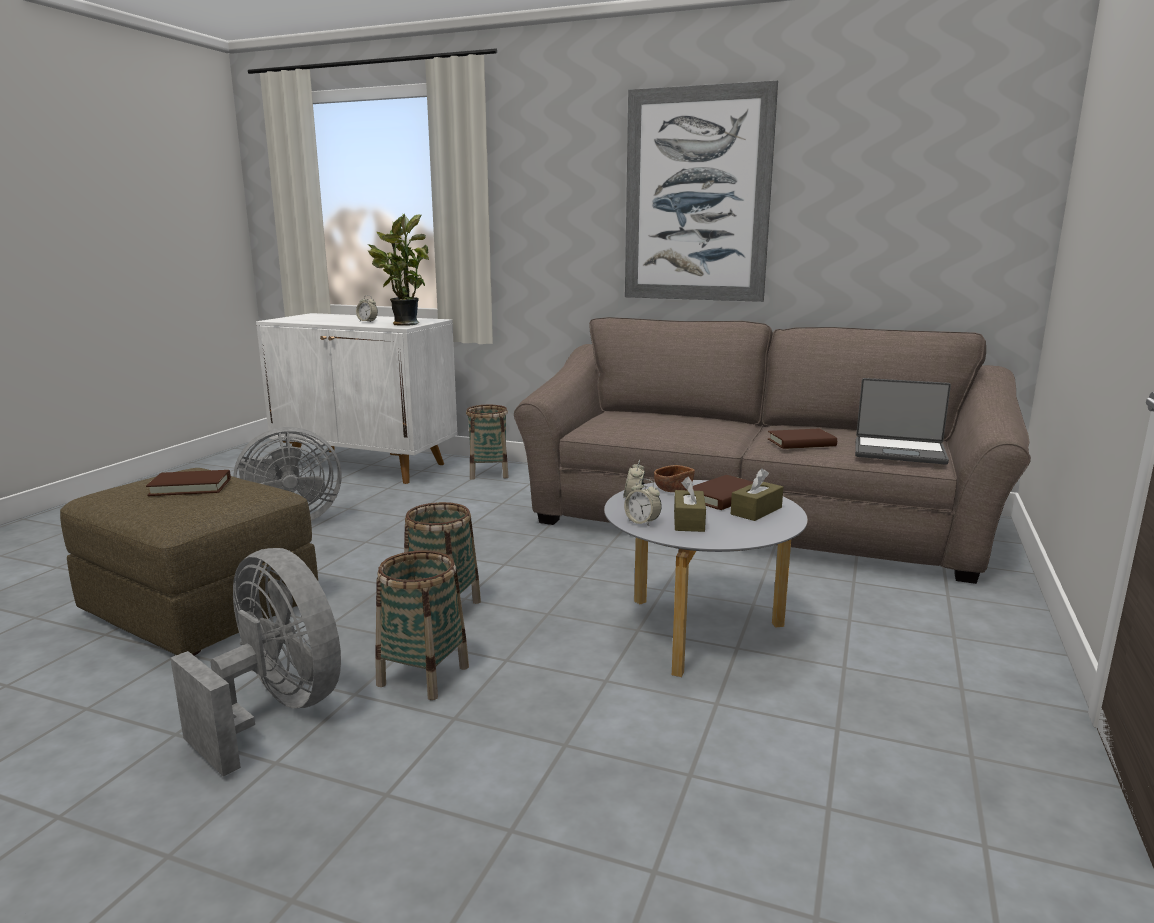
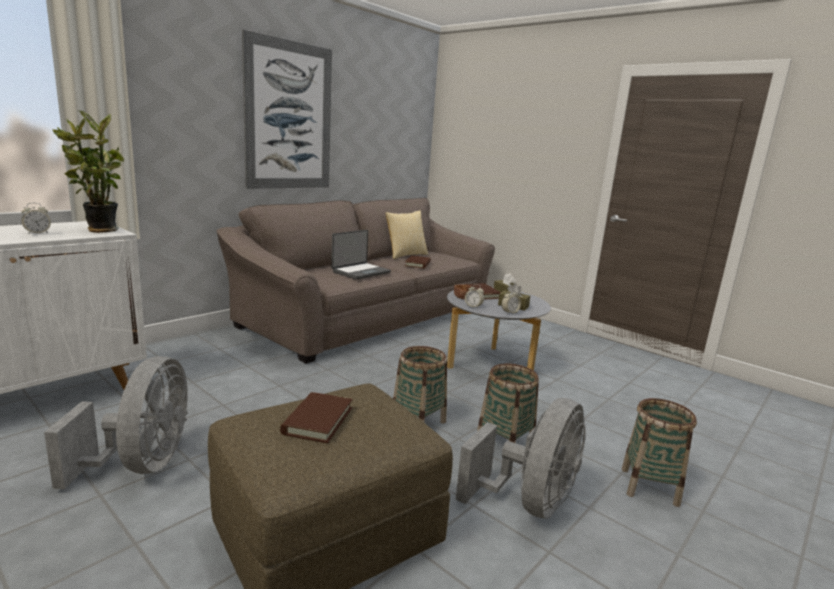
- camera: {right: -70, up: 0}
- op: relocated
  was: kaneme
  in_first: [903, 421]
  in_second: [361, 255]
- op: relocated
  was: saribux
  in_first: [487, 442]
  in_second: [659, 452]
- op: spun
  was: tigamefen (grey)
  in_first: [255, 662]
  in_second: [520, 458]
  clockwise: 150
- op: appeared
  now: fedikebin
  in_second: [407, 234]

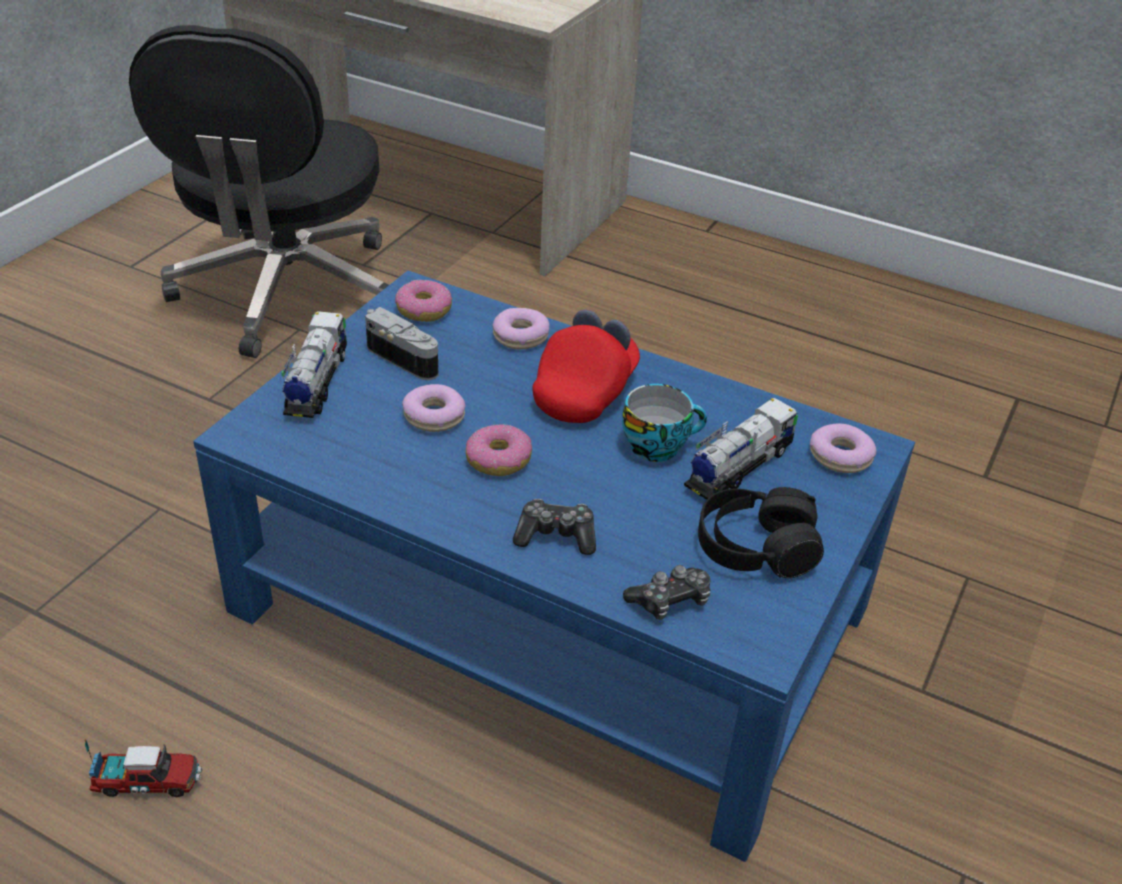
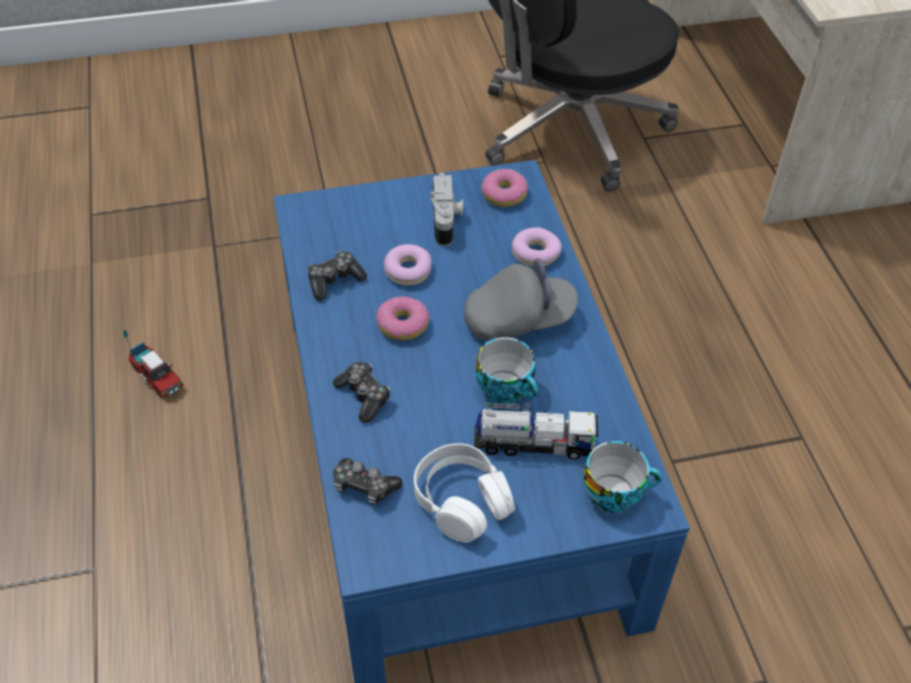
- camera: {right: 50, up: 10}
- op: colour
  was: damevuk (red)
  now: damevuk (grey)
  in_first: [586, 366]
  in_second: [521, 299]
- op: missing
  was: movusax
  in_first: [314, 364]
- op: exchanged
  was: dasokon
  now: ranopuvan
  in_first: [843, 448]
  in_second: [622, 477]
- op: colour
  was: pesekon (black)
  now: pesekon (white)
  in_first: [761, 532]
  in_second: [464, 492]
- op: appeared
  now: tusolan
  in_second: [337, 276]

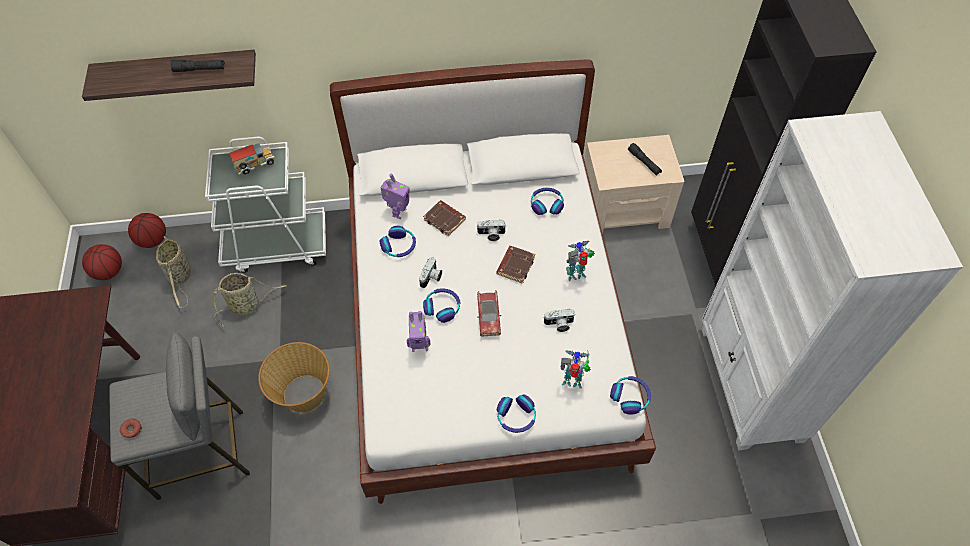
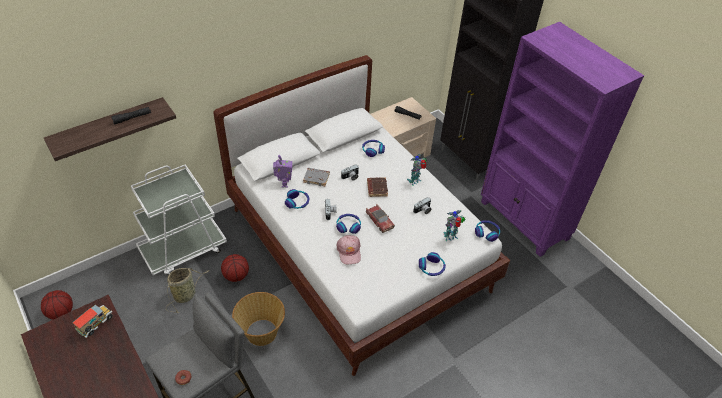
- camera: {right: -30, up: -10}
- op: colour
  was: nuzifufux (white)
  now: nuzifufux (purple)
  in_first: [832, 280]
  in_second: [562, 139]
- op: relocated
  was: movusax
  in_first: [251, 159]
  in_second: [92, 321]
- op: colour
  was: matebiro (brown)
  now: matebiro (grey)
  in_first: [444, 218]
  in_second: [316, 177]
- op: relocated
  was: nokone
  in_first: [147, 230]
  in_second: [235, 268]
- op: missing
  was: saribux
  in_first: [173, 272]
- op: exchanged
  was: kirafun
  now: damevuk (pink)
  in_first: [419, 331]
  in_second: [348, 249]

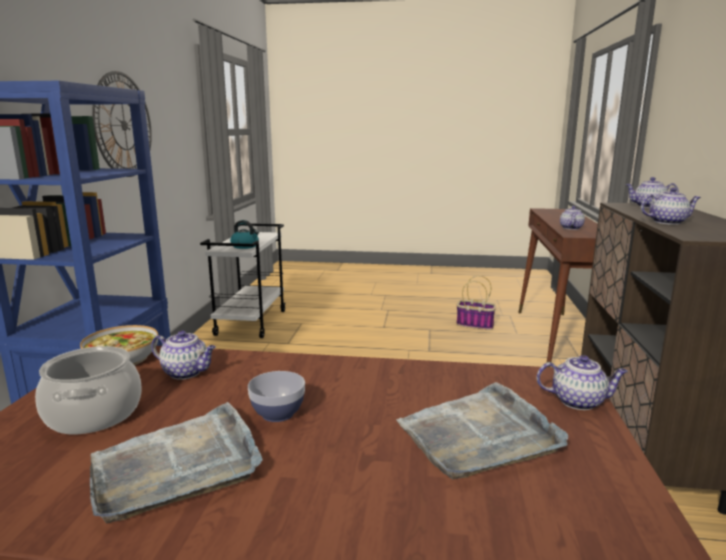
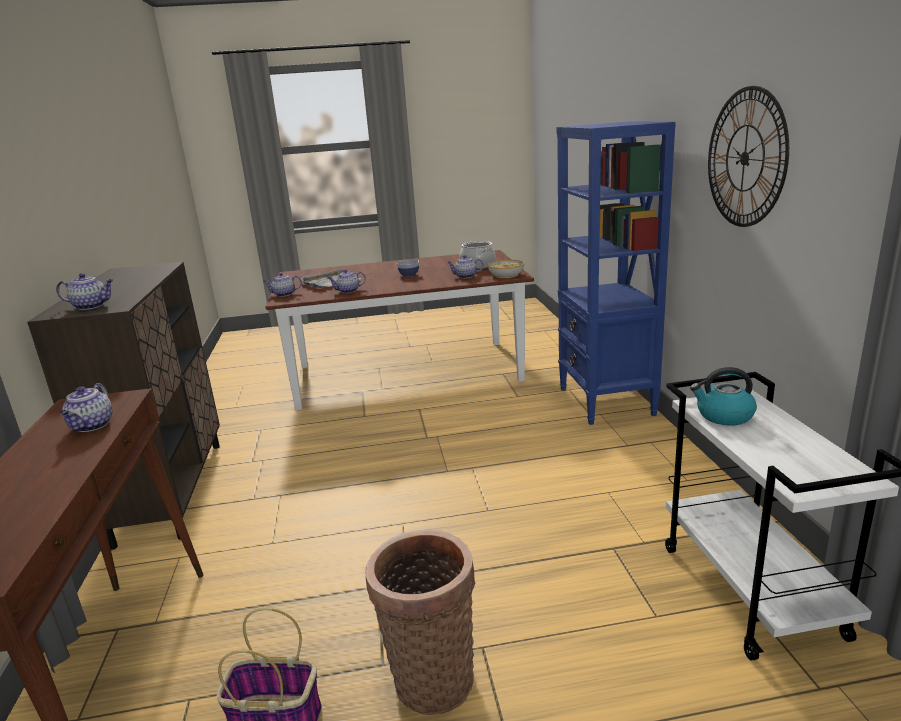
- camera: {right: 165, up: 5}
- op: relocated
  was: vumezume
  in_first: [671, 206]
  in_second: [347, 281]
- op: missing
  was: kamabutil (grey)
  in_first: [176, 463]
- op: appeared
  now: saribux
  in_second: [420, 622]

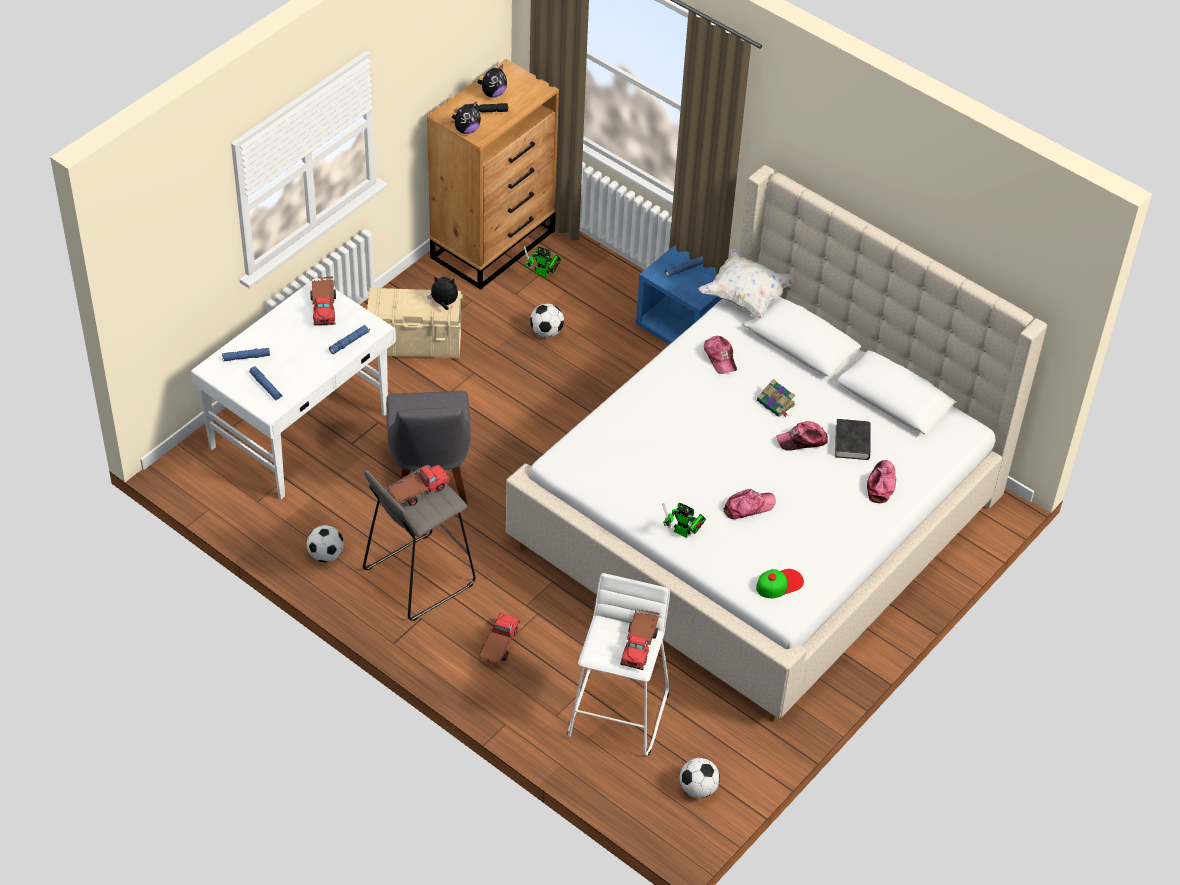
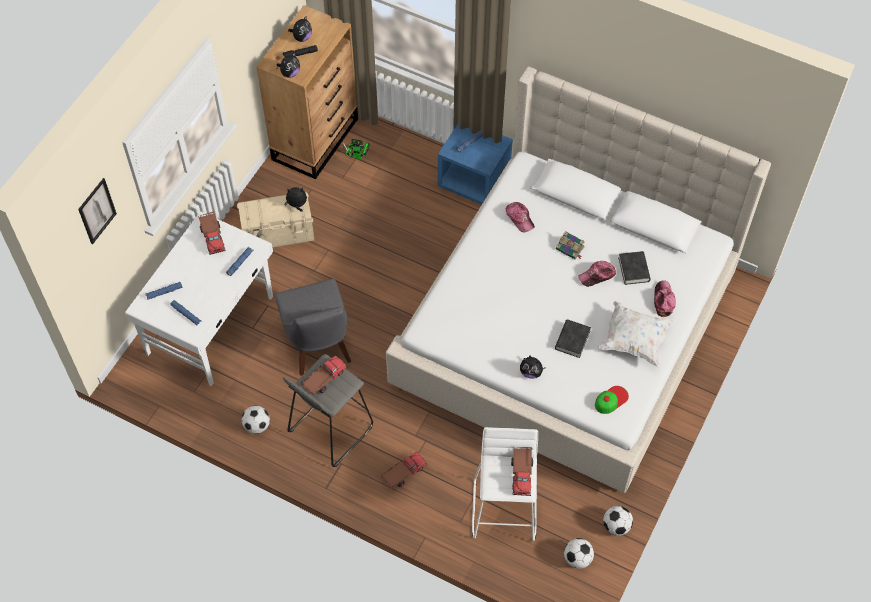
- camera: {right: -10, up: 10}
- op: relocated
  was: fedikebin (white)
  in_first: [746, 284]
  in_second: [636, 334]
- op: relocated
  was: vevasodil
  in_first: [547, 320]
  in_second: [618, 521]
- op: exchanged
  was: damevuk
  now: matebiro (black)
  in_first: [749, 504]
  in_second: [573, 338]
- op: exchanged
  was: kirafun
  now: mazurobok
  in_first: [684, 520]
  in_second: [533, 367]
- op: spun
  was: movusax
  in_first: [499, 638]
  in_second: [404, 470]
  clockwise: 45
- op: appeared
  now: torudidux
  in_second: [97, 211]

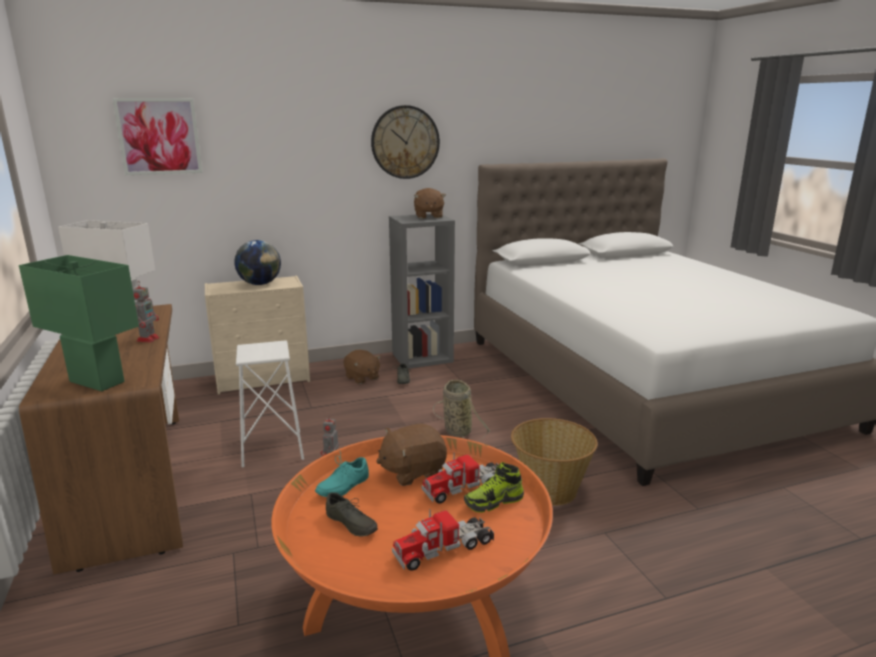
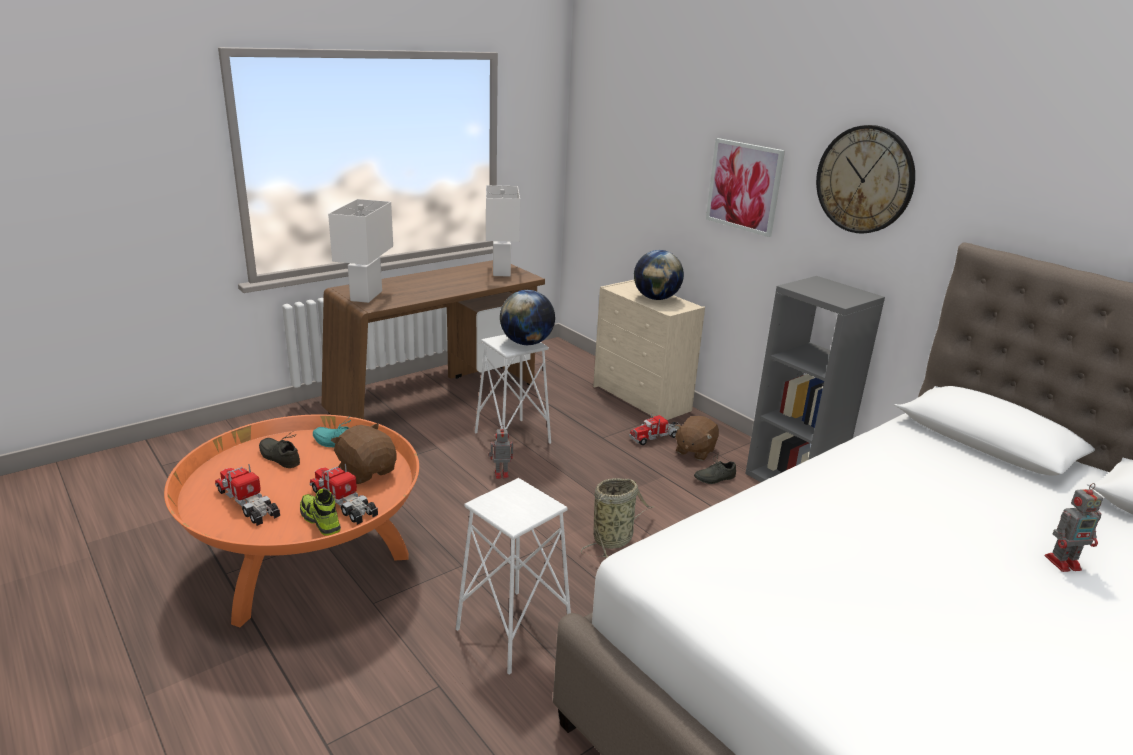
- camera: {right: 70, up: 5}
- op: relocated
  was: torudidux
  in_first: [157, 136]
  in_second: [745, 187]
- op: missing
  was: mazurobok (brown)
  in_first: [430, 203]
- op: colour
  was: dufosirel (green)
  now: dufosirel (white)
  in_first: [79, 323]
  in_second: [360, 251]
- op: relocated
  was: kirafun
  in_first: [146, 312]
  in_second: [1073, 527]
- op: exchanged
  was: saribux
  now: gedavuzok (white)
  in_first: [554, 462]
  in_second: [513, 576]
- op: spun
  was: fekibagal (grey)
  in_first: [352, 514]
  in_second: [279, 449]
  clockwise: 105
- op: appeared
  now: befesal
  in_second: [527, 317]
- op: appeared
  now: movusax
  in_second: [654, 429]

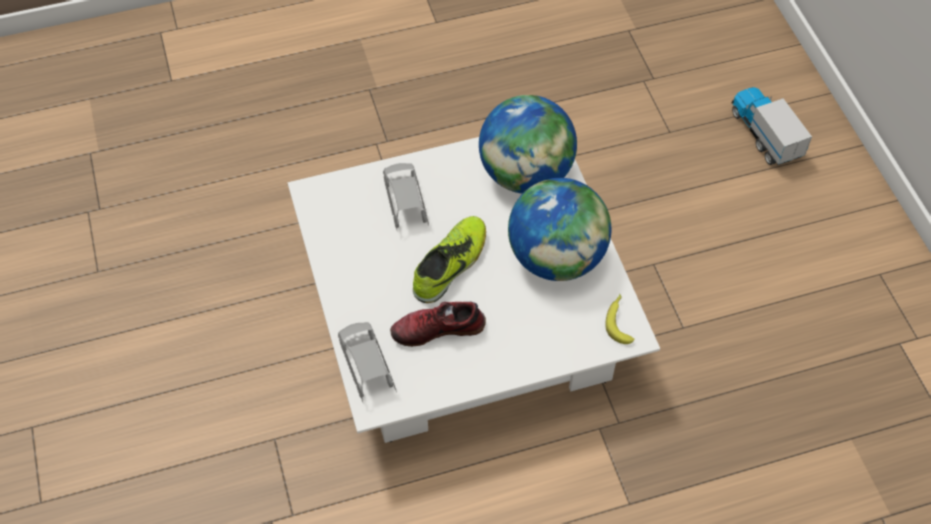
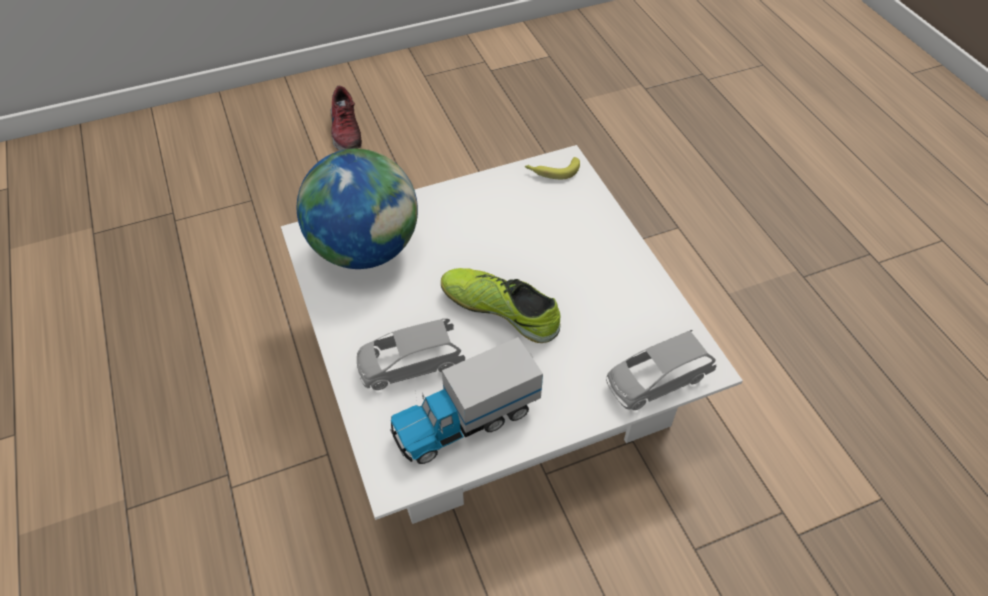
- camera: {right: -95, up: -5}
- op: relocated
  was: movusax
  in_first: [772, 126]
  in_second: [466, 400]
- op: missing
  was: befesal
  in_first: [559, 229]
- op: relocated
  was: fekibagal
  in_first: [438, 324]
  in_second: [346, 118]

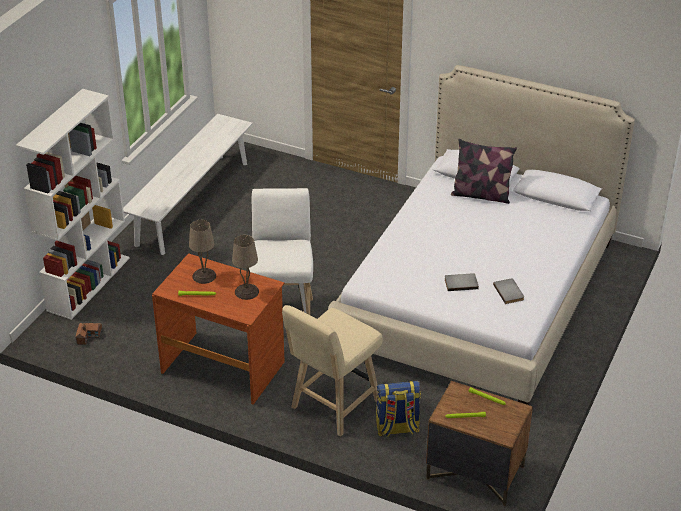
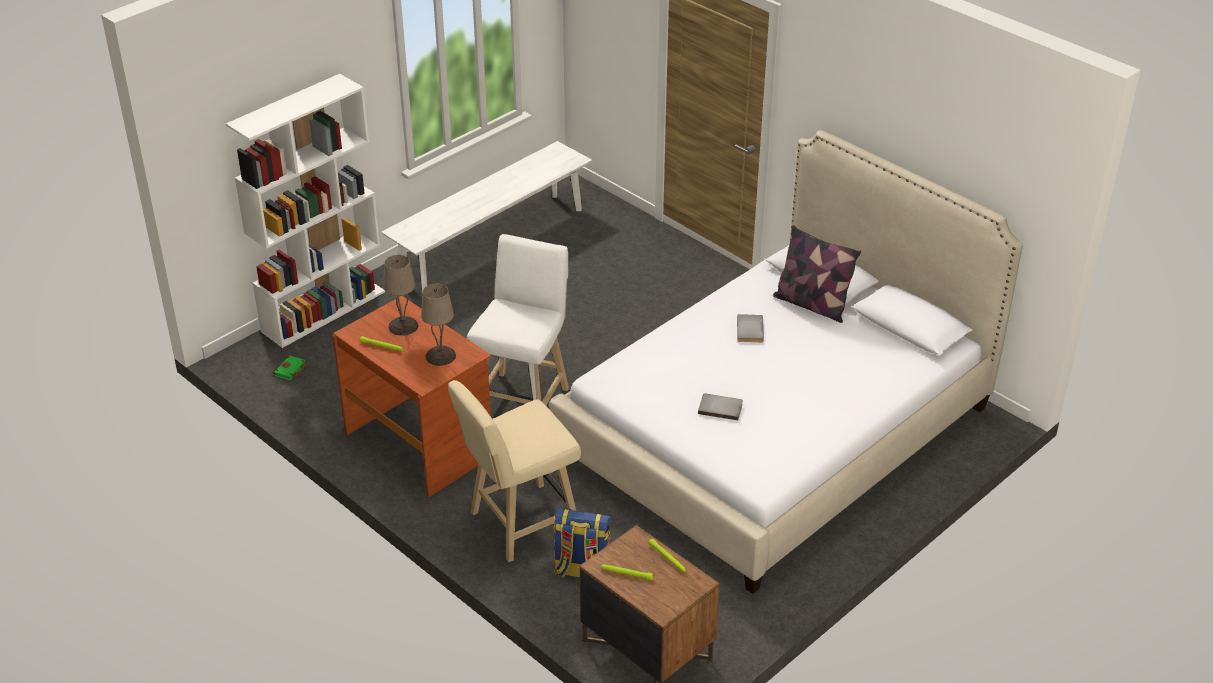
- camera: {right: 20, up: 0}
- op: relocated
  was: matebiro (grey)
  in_first: [508, 291]
  in_second: [750, 328]
- op: exchanged
  was: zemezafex
  now: matebiro (green)
  in_first: [88, 334]
  in_second: [290, 367]

